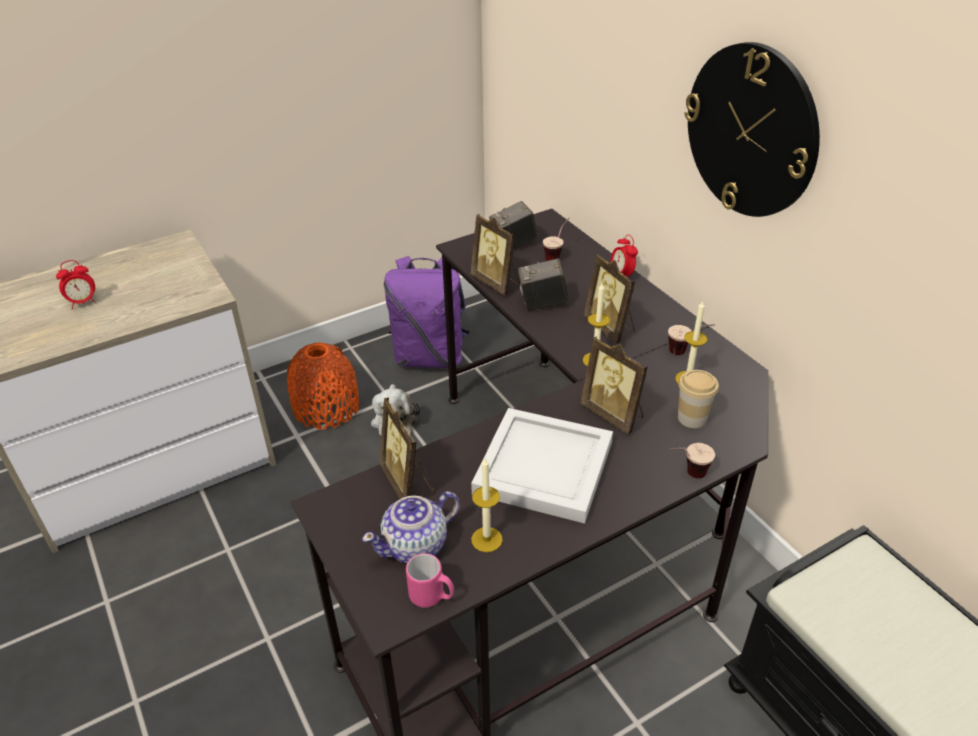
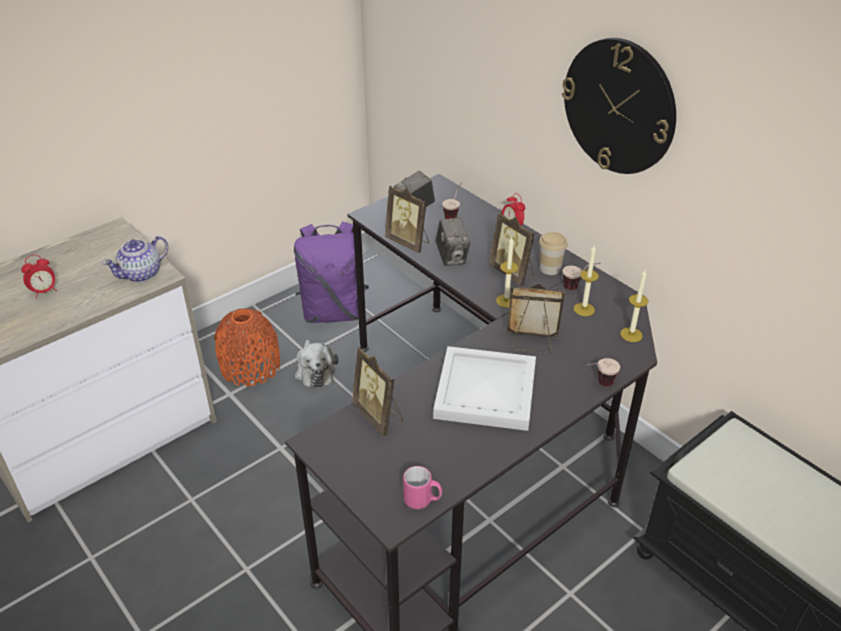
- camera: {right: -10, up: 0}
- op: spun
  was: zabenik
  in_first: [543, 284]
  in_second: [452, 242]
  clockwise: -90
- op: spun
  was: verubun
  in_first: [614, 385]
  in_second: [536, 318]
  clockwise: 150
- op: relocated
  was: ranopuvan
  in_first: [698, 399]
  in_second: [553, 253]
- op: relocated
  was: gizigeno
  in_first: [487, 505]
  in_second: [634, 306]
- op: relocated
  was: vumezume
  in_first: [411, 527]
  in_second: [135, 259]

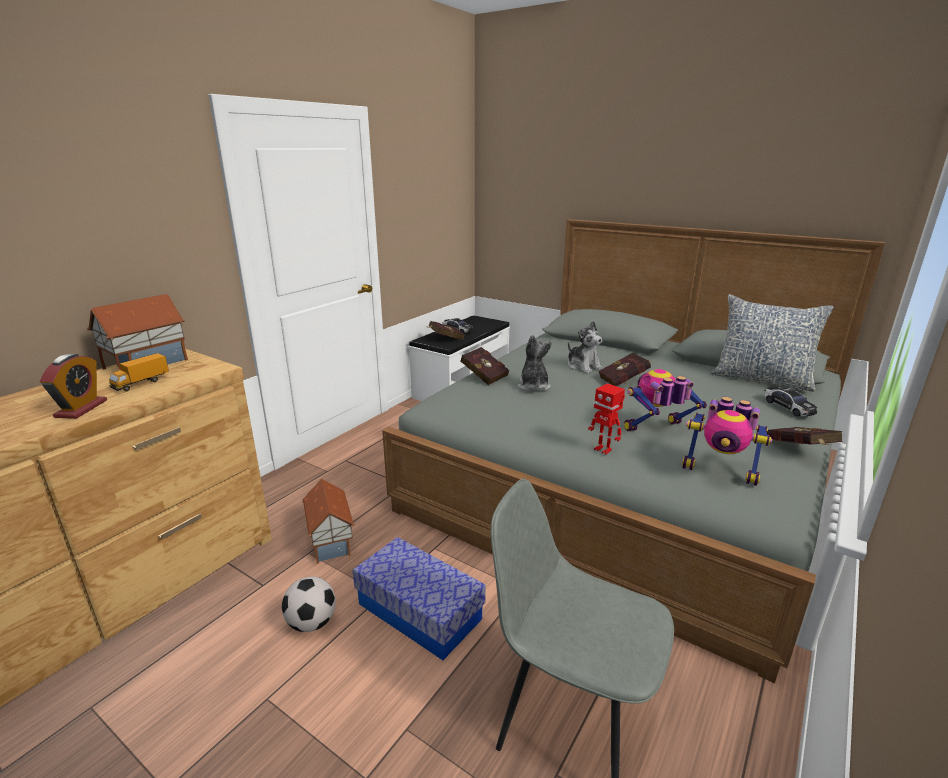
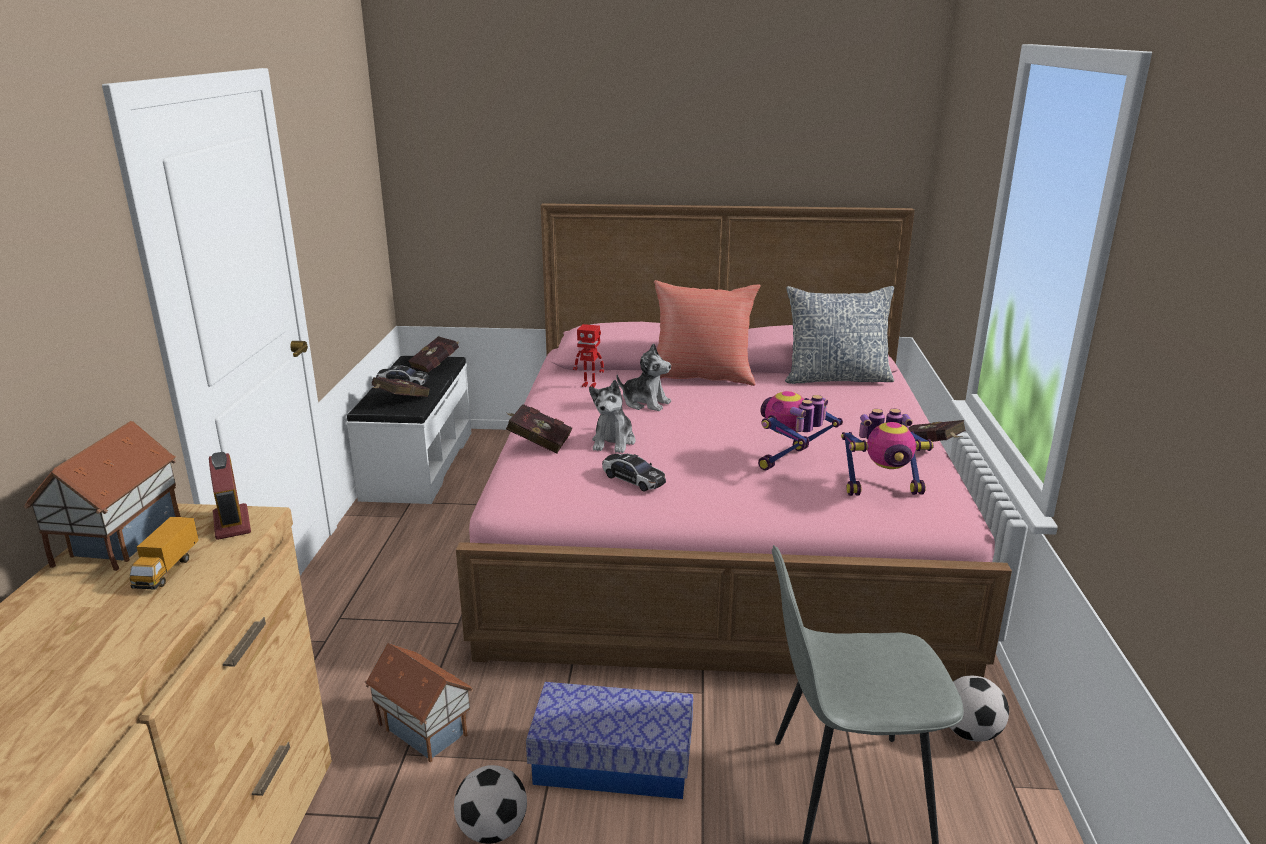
- camera: {right: -30, up: 0}
- op: colour
  was: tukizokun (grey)
  now: tukizokun (pink)
  in_first: [633, 451]
  in_second: [734, 442]
- op: spun
  was: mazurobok
  in_first: [535, 363]
  in_second: [612, 416]
  clockwise: -135
- op: relocated
  was: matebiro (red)
  in_first: [625, 369]
  in_second: [433, 354]
- op: relocated
  was: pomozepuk
  in_first: [73, 386]
  in_second: [230, 496]
- op: relocated
  was: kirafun
  in_first: [606, 419]
  in_second: [588, 356]
- op: relocated
  was: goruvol
  in_first: [790, 402]
  in_second: [634, 473]
- op: appeared
  now: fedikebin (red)
  in_second: [707, 333]
- op: appeared
  now: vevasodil
  in_second: [979, 709]

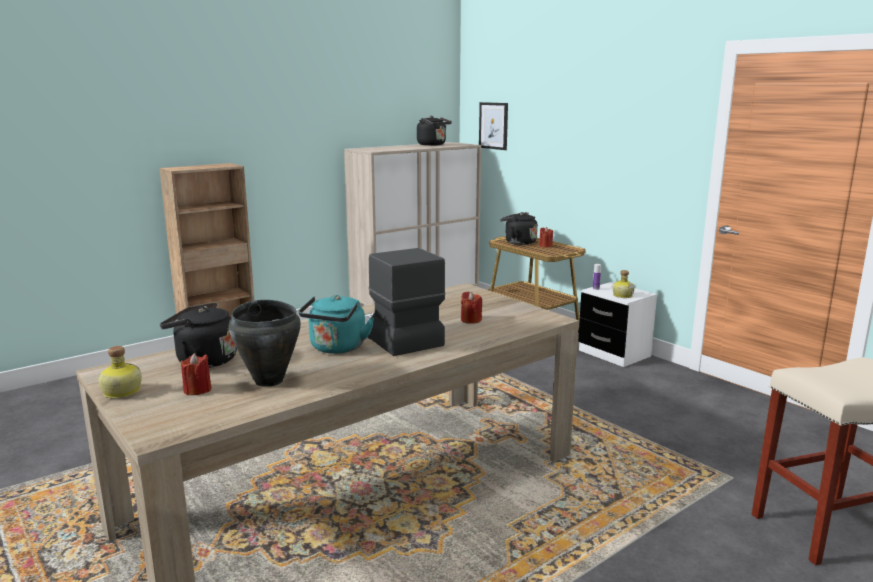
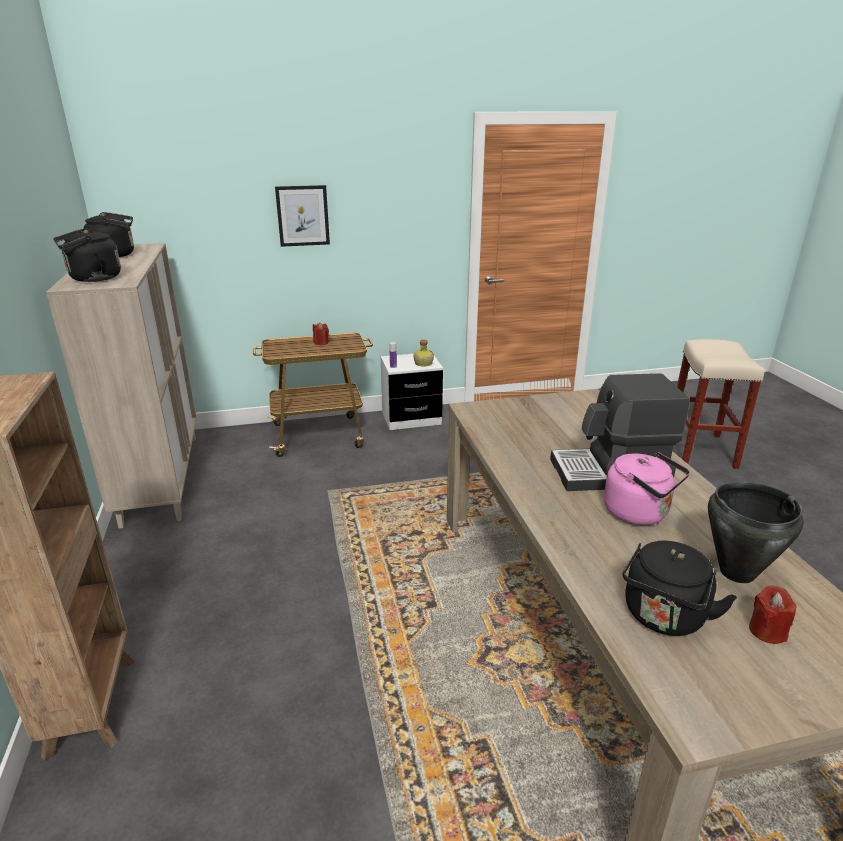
- camera: {right: -65, up: 10}
- op: relocated
  was: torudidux
  in_first: [493, 126]
  in_second: [302, 216]
- op: relocated
  was: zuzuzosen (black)
  in_first: [519, 228]
  in_second: [87, 255]
- op: missing
  was: gizigeno (red)
  in_first: [471, 308]
- op: colour
  was: zuzuzosen (turquoise)
  now: zuzuzosen (pink)
  in_first: [336, 324]
  in_second: [647, 488]
- op: missing
  was: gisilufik
  in_first: [120, 372]

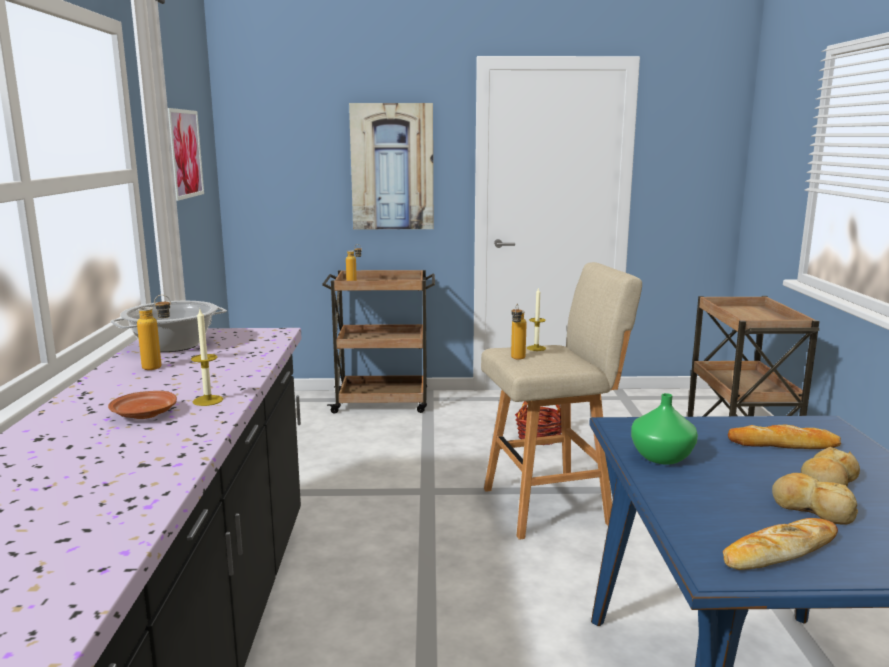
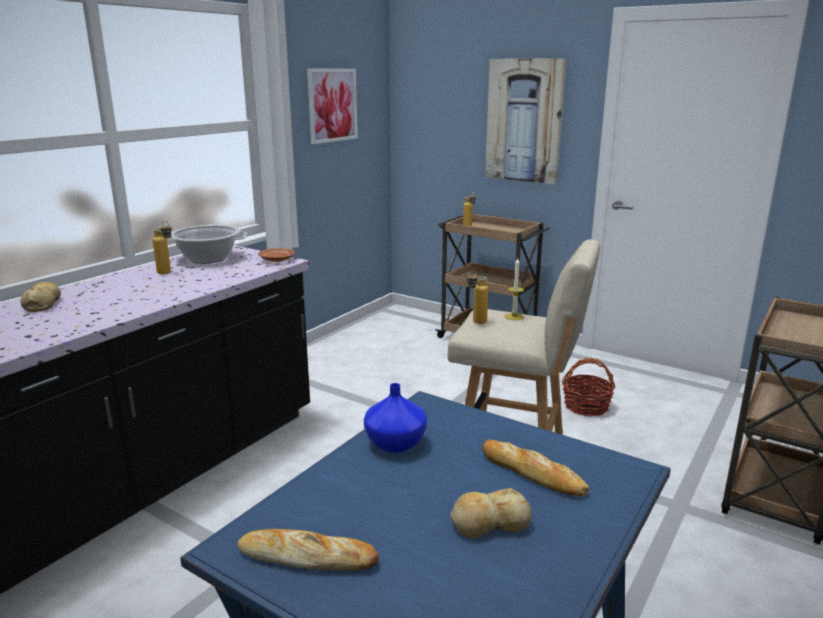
- camera: {right: 35, up: 5}
- op: missing
  was: gizigeno
  in_first: [207, 357]
- op: relocated
  was: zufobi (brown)
  in_first: [142, 405]
  in_second: [276, 255]
- op: colour
  was: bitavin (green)
  now: bitavin (blue)
  in_first: [664, 428]
  in_second: [395, 418]
- op: relocated
  was: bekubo
  in_first: [815, 499]
  in_second: [40, 297]

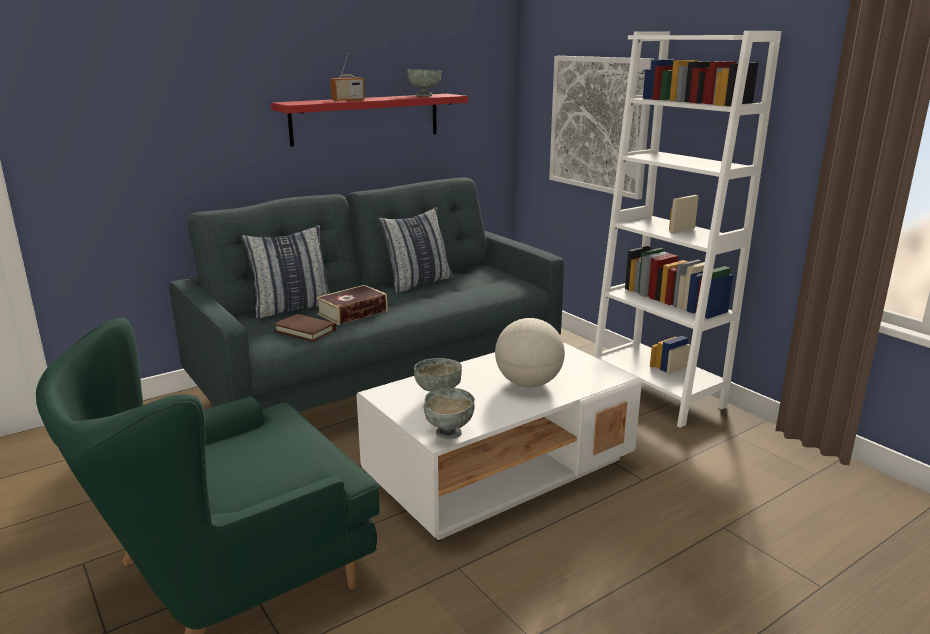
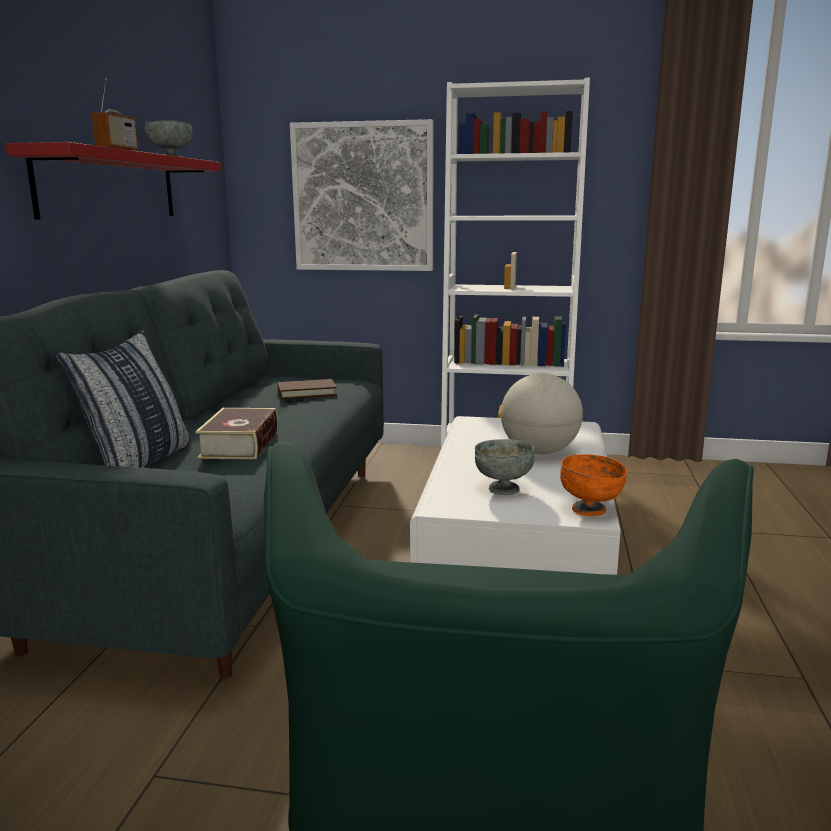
- camera: {right: -45, up: -5}
- op: missing
  was: fedikebin
  in_first: [415, 250]
- op: relocated
  was: matebiro (brown)
  in_first: [304, 328]
  in_second: [307, 389]
- op: colour
  was: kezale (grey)
  now: kezale (orange)
  in_first: [449, 413]
  in_second: [593, 485]

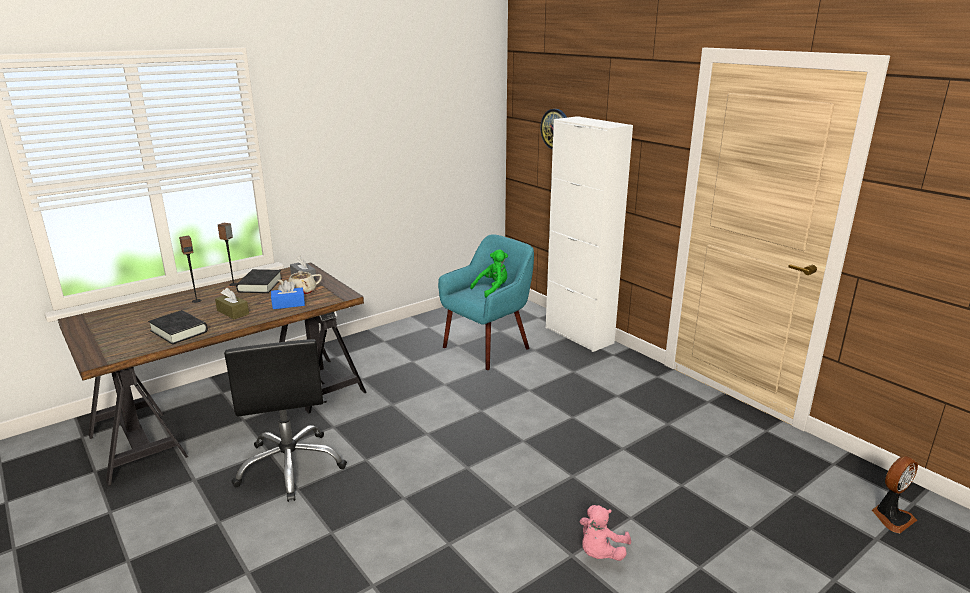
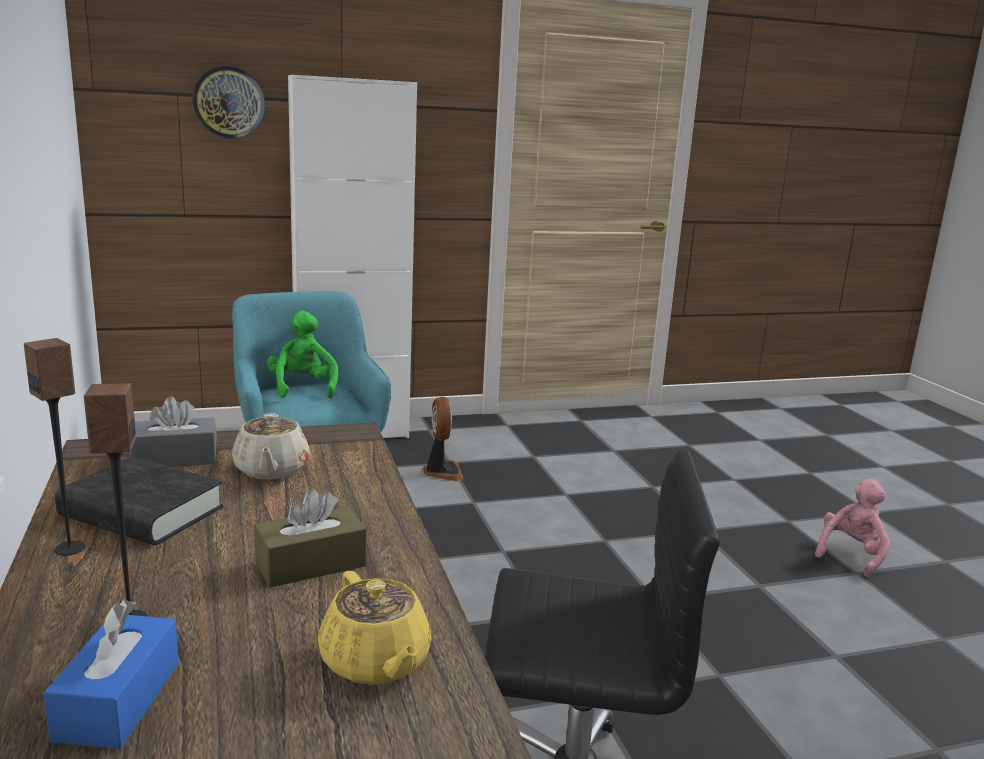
- camera: {right: -70, up: -5}
- op: relocated
  was: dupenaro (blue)
  in_first: [288, 294]
  in_second: [111, 674]
- op: exchanged
  was: matebiro (black)
  now: vumezume (yellow)
  in_first: [178, 327]
  in_second: [375, 628]
- op: relocated
  was: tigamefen
  in_first: [895, 494]
  in_second: [443, 439]
- op: spun
  was: mazurobok (pink)
  in_first: [605, 533]
  in_second: [852, 528]
  clockwise: -105

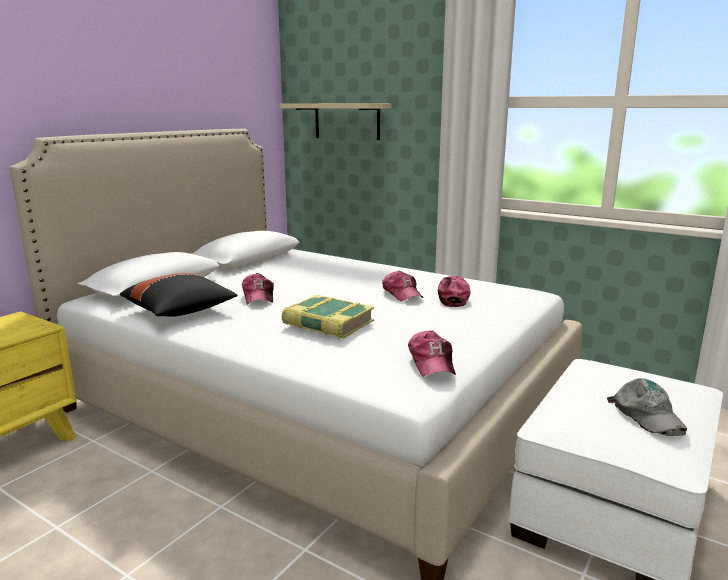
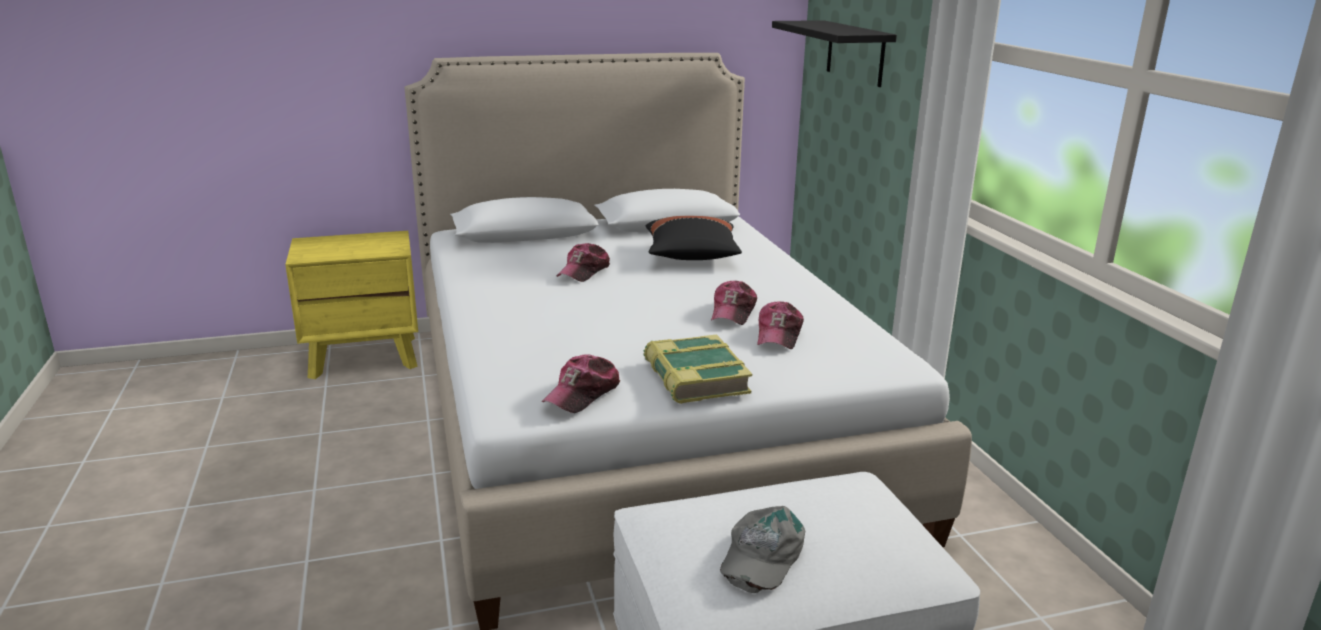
- camera: {right: 40, up: 5}
- op: colour
  was: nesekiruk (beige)
  now: nesekiruk (black)
  in_first: [336, 121]
  in_second: [834, 53]
- op: relocated
  was: fedikebin (black)
  in_first: [179, 295]
  in_second: [694, 238]
- op: spun
  was: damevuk
  in_first: [454, 291]
  in_second: [780, 325]
  clockwise: 150
- op: relocated
  was: matebiro
  in_first: [328, 316]
  in_second: [698, 369]

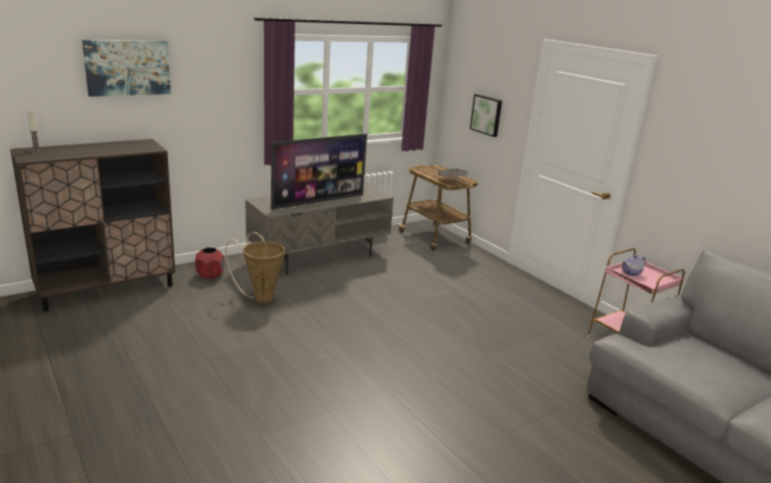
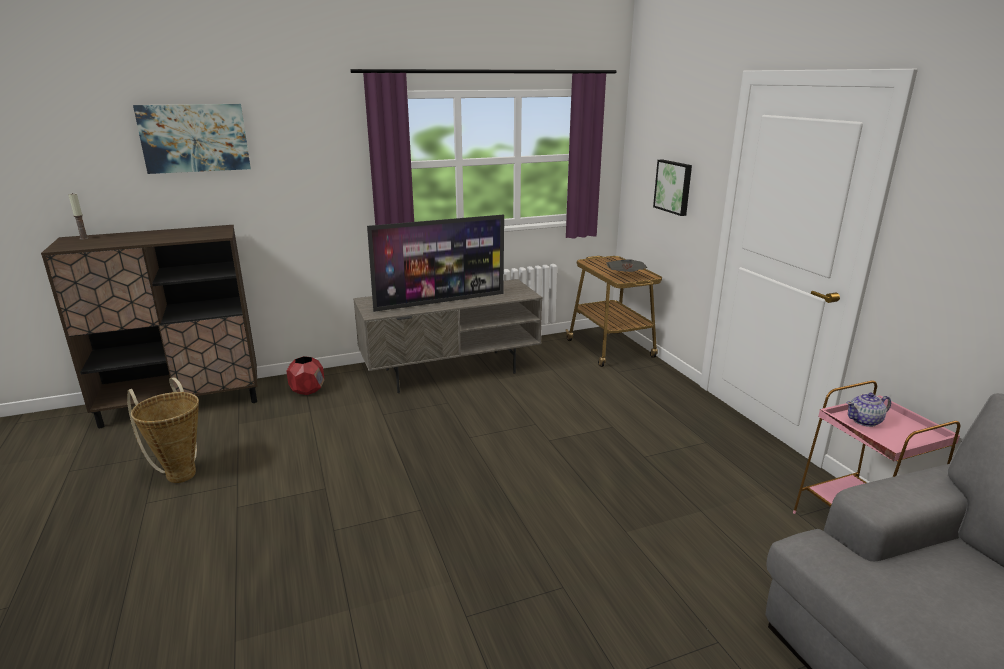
- camera: {right: 15, up: 0}
- op: relocated
  was: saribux
  in_first: [255, 267]
  in_second: [163, 430]

